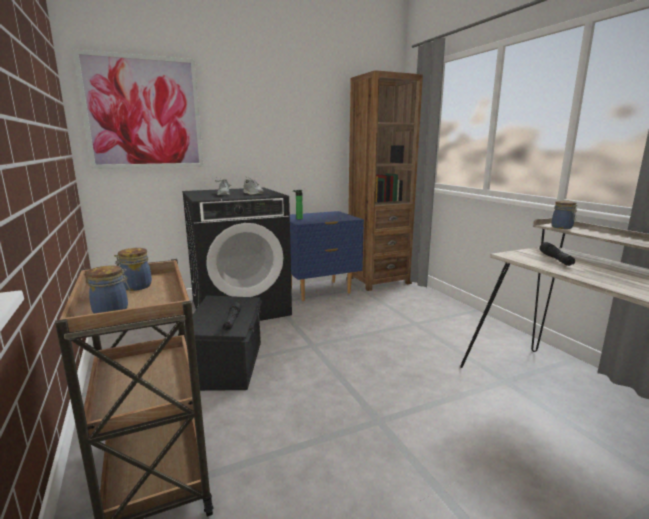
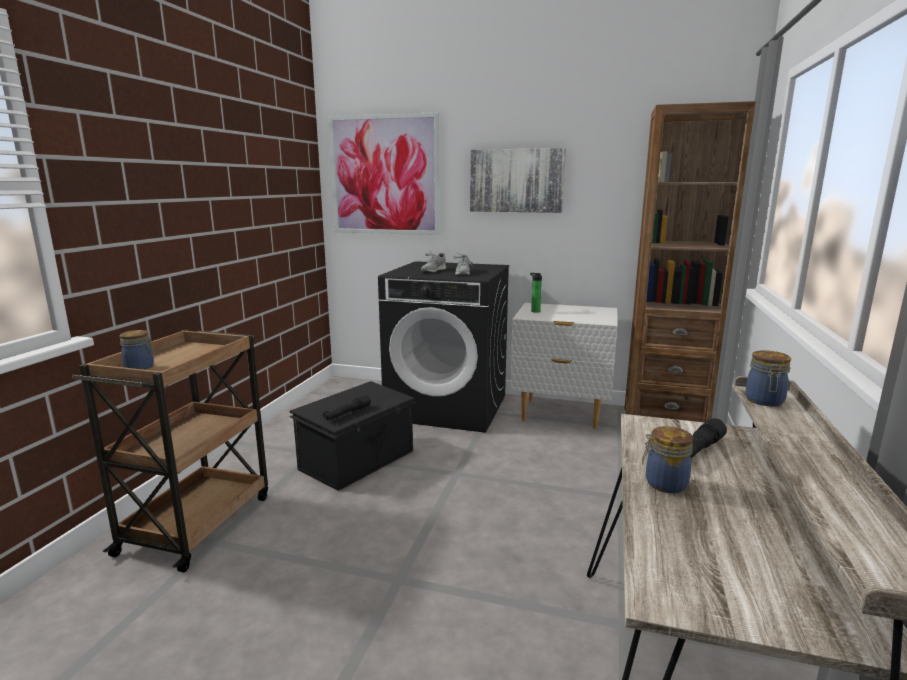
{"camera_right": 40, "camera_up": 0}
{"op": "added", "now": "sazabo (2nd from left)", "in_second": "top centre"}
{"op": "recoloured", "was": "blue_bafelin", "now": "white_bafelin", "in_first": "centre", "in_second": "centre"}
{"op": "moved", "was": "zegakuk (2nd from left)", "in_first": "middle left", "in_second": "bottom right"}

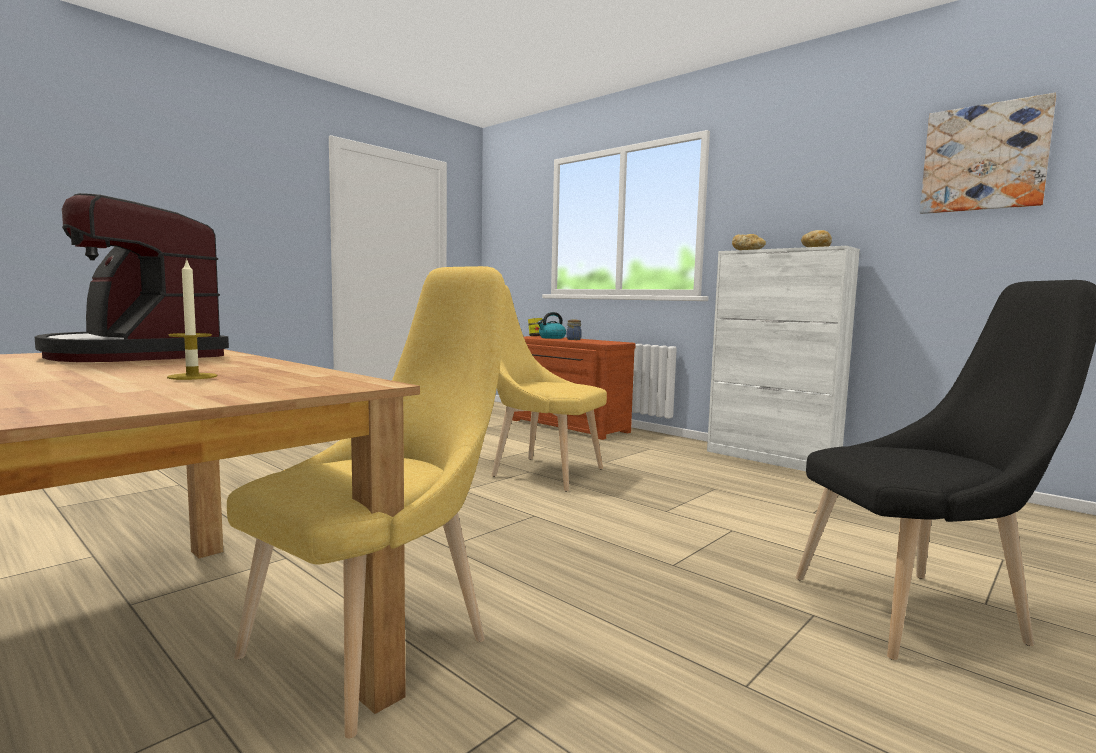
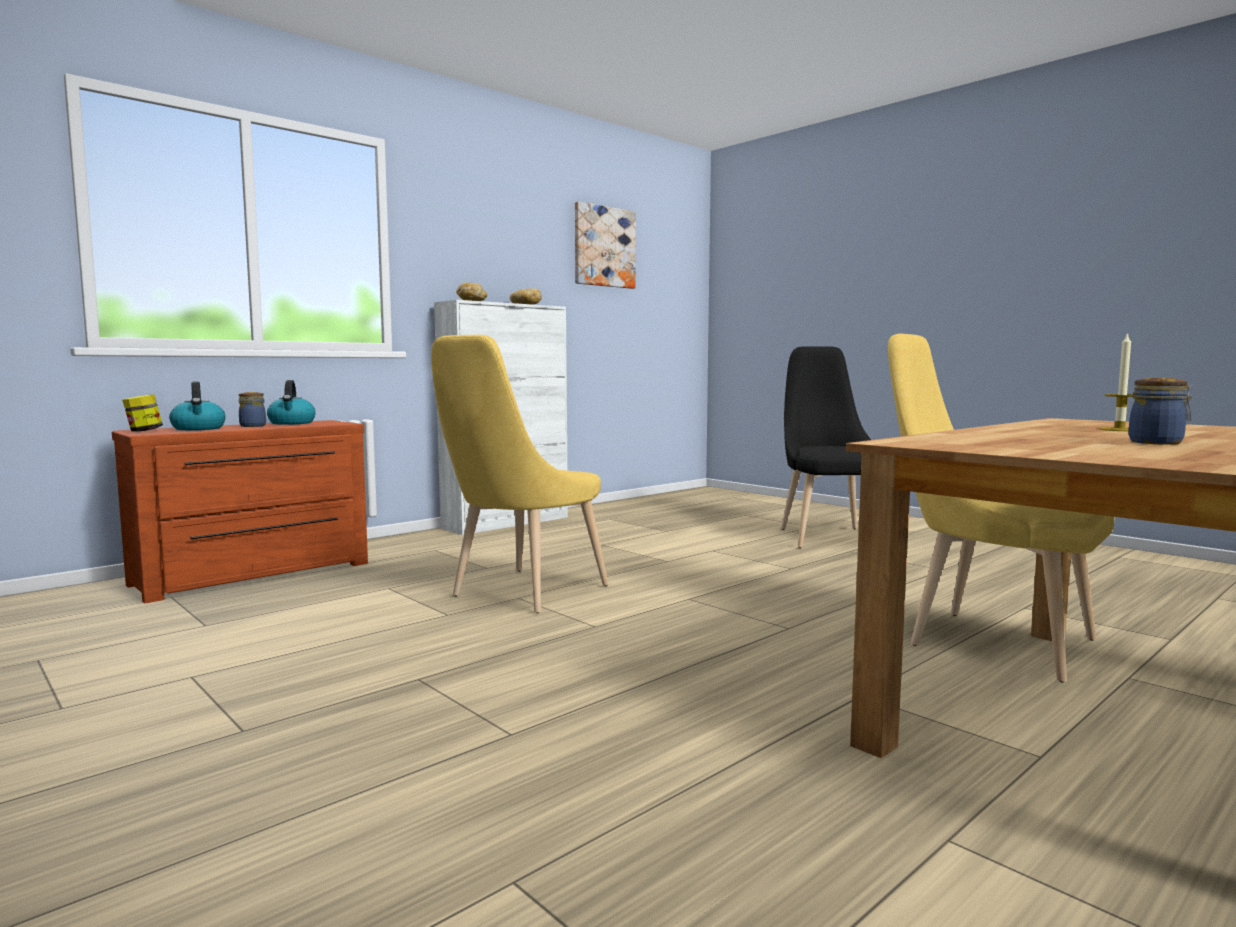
{"camera_right": -85, "camera_up": 0}
{"op": "added", "now": "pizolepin (2nd from left)", "in_second": "middle left"}
{"op": "added", "now": "zegakuk (3rd from left)", "in_second": "middle right"}
{"op": "removed", "was": "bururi", "in_first": "middle left"}

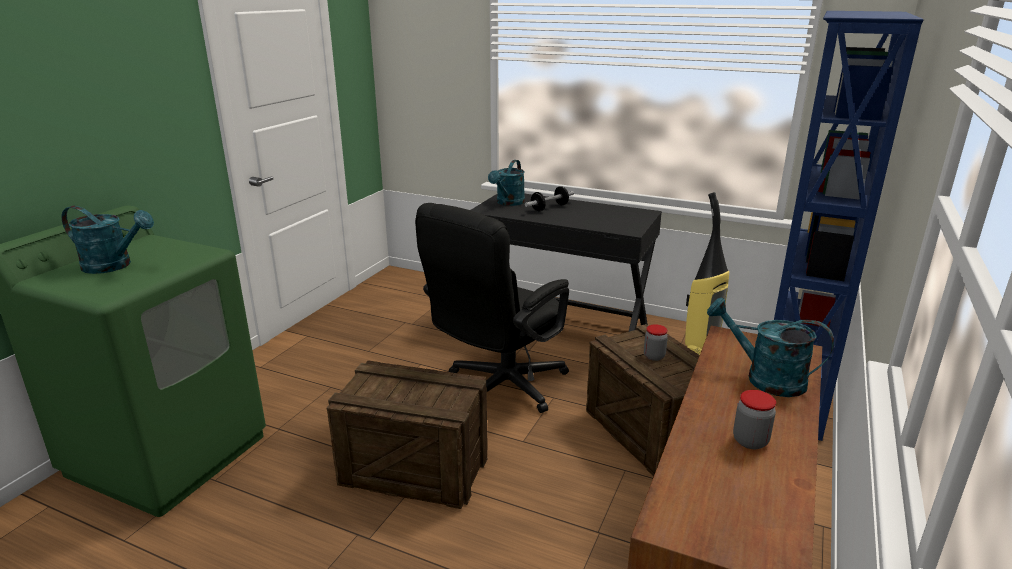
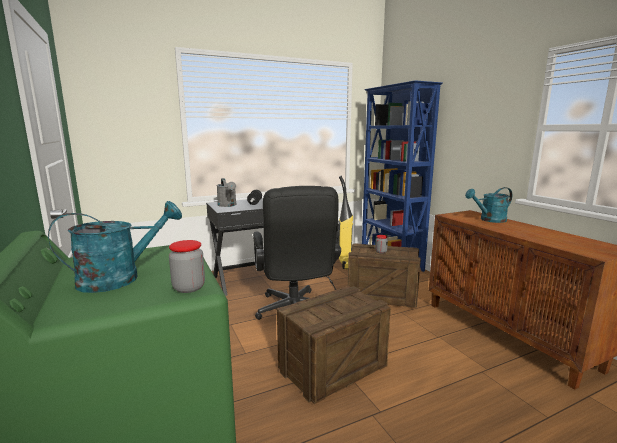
{"camera_right": -50, "camera_up": -10}
{"op": "moved", "was": "zegakuk (2nd from left in the first image)", "now": "zegakuk (1st from left)", "in_first": "bottom right", "in_second": "middle left"}
{"op": "recoloured", "was": "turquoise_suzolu (2nd from left)", "now": "grey_suzolu", "in_first": "top centre", "in_second": "centre"}

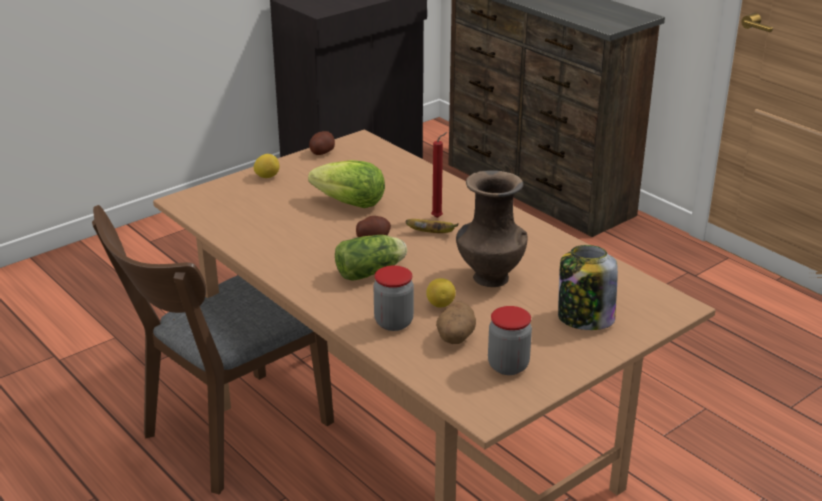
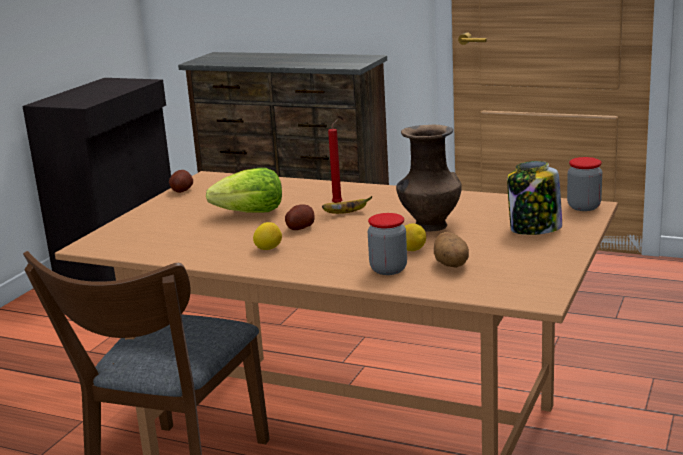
{"camera_right": -25, "camera_up": -10}
{"op": "moved", "was": "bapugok (1st from left)", "in_first": "top left", "in_second": "centre"}
{"op": "moved", "was": "zegakuk (2nd from left in the first image)", "now": "zegakuk (3rd from left)", "in_first": "bottom centre", "in_second": "middle right"}
{"op": "removed", "was": "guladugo (2nd from left)", "in_first": "centre"}

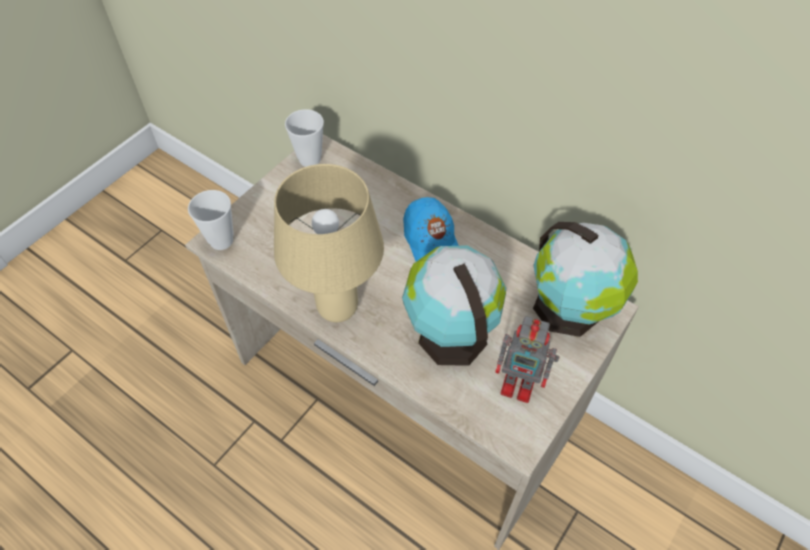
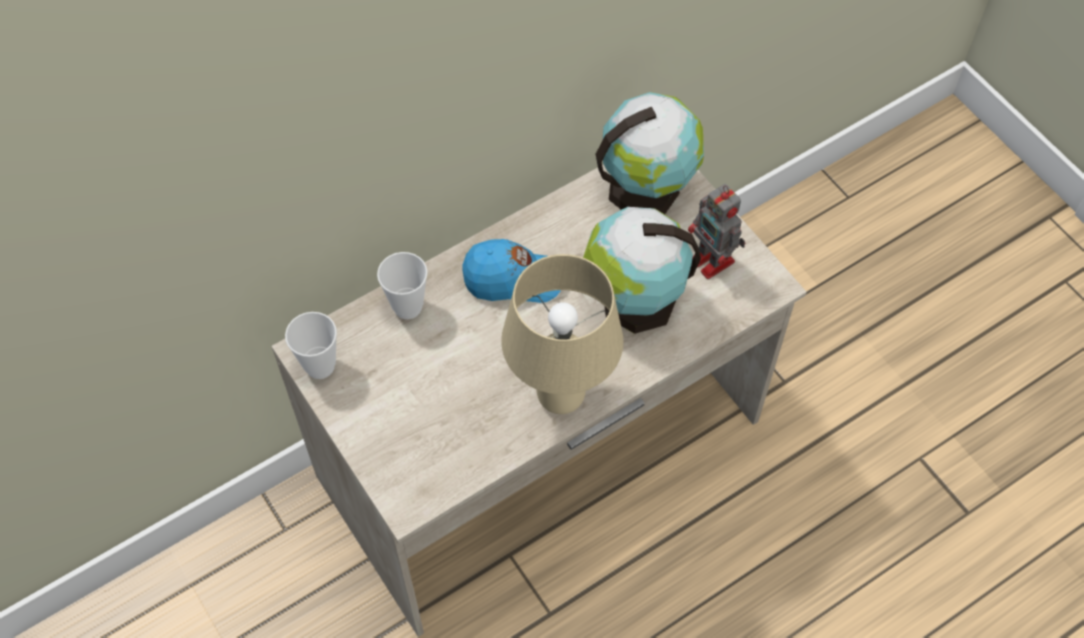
{"camera_right": -70, "camera_up": 5}
{"op": "moved", "was": "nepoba (1st from left in the first image)", "now": "nepoba (2nd from left)", "in_first": "middle left", "in_second": "centre"}
{"op": "turned", "was": "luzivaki", "in_first": "centre", "in_second": "centre", "clockwise": 105}

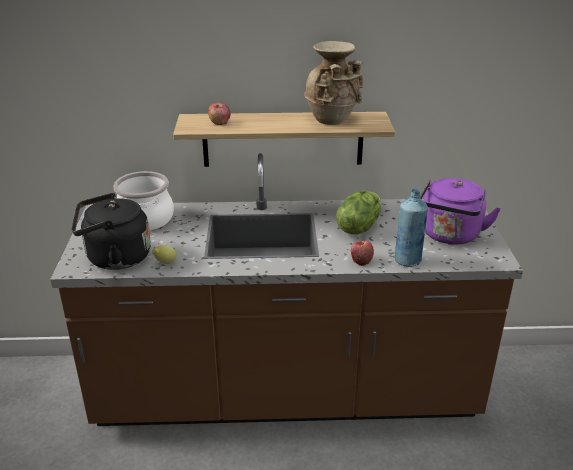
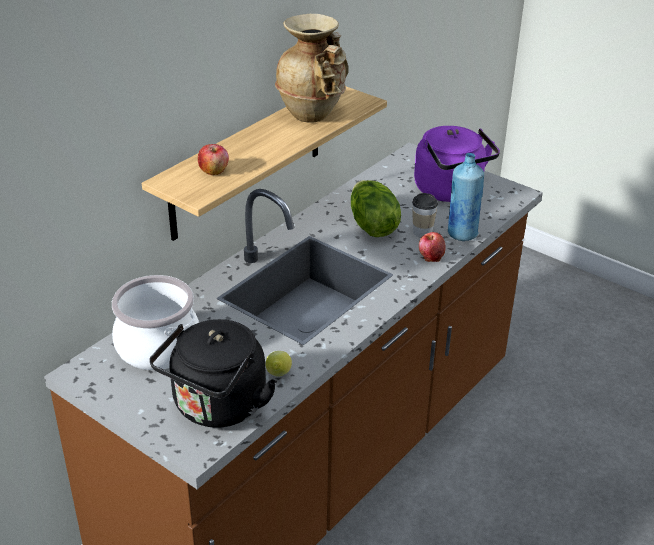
{"camera_right": -50, "camera_up": 5}
{"op": "added", "now": "nepoba", "in_second": "centre"}

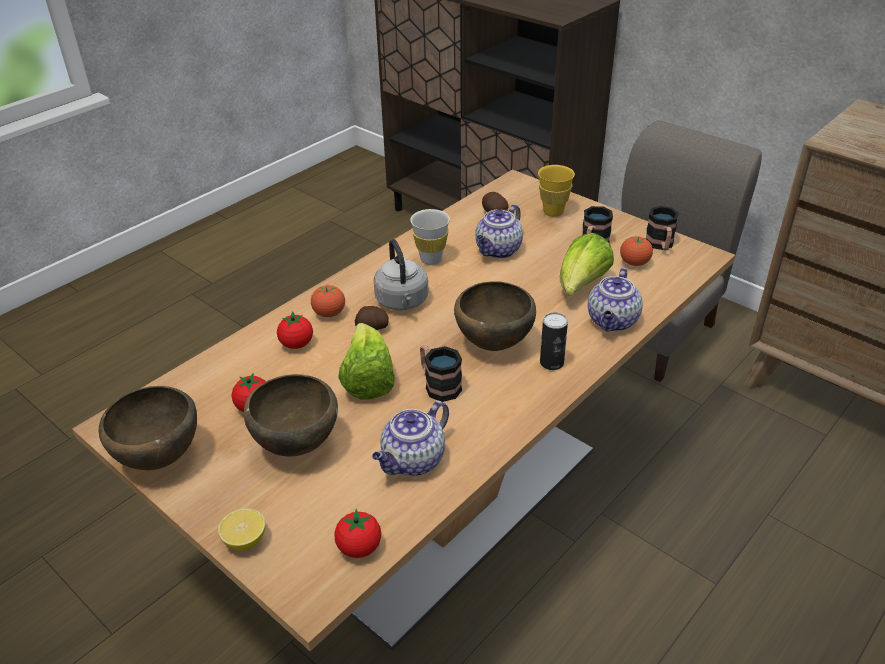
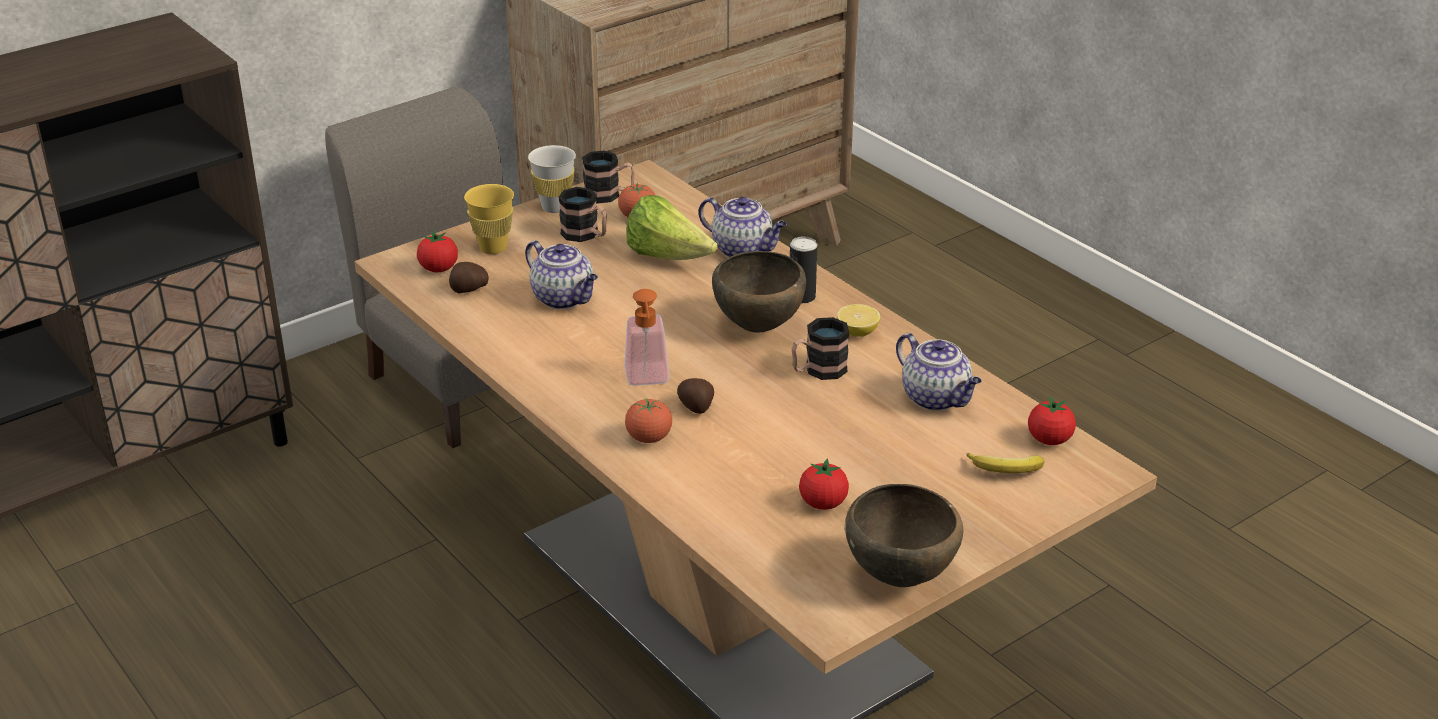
{"camera_right": -80, "camera_up": -5}
{"op": "moved", "was": "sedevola (2nd from left in the first image)", "now": "sedevola (1st from left)", "in_first": "centre", "in_second": "middle left"}
{"op": "moved", "was": "white_nepoba", "in_first": "centre", "in_second": "top centre"}
{"op": "replaced", "was": "grey_pizolepin", "now": "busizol", "in_first": "centre", "in_second": "centre"}
{"op": "moved", "was": "bapugok", "in_first": "bottom left", "in_second": "centre"}
{"op": "added", "now": "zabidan", "in_second": "middle right"}
{"op": "removed", "was": "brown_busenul (2nd from left)", "in_first": "middle left"}
{"op": "removed", "was": "guladugo (1st from left)", "in_first": "centre"}

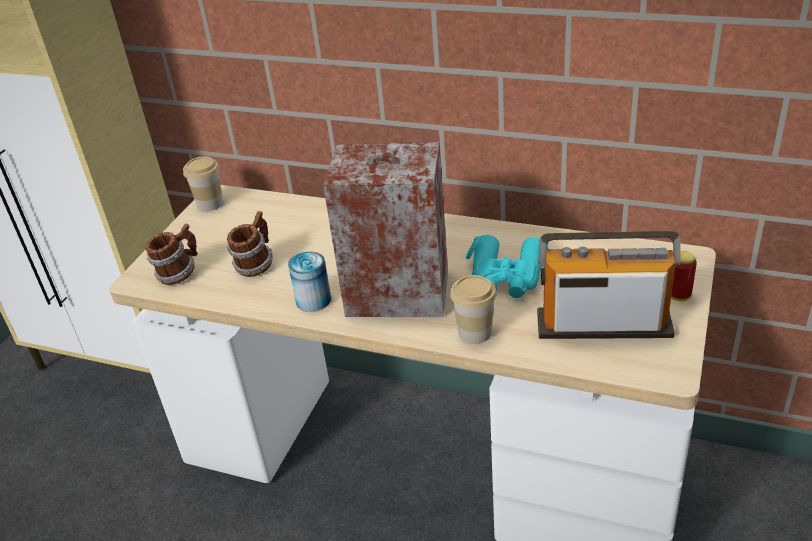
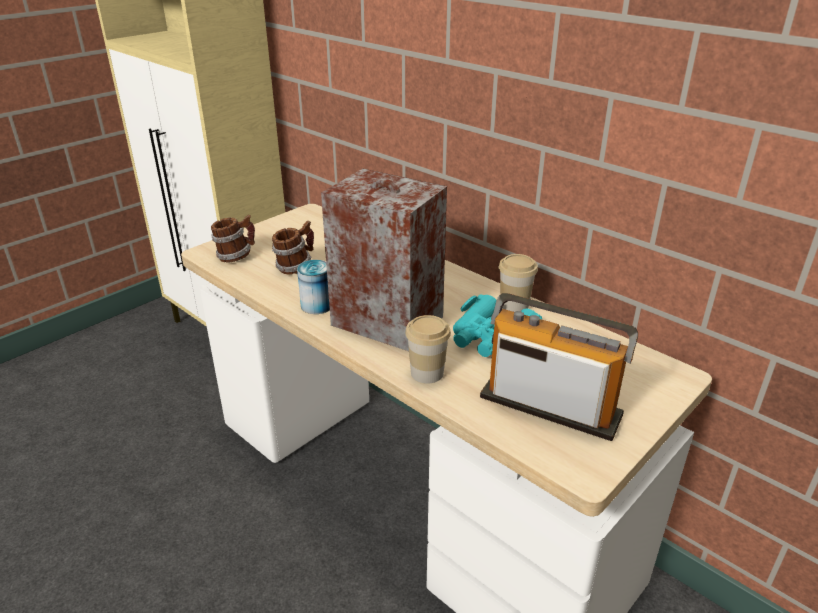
{"camera_right": 20, "camera_up": -5}
{"op": "moved", "was": "nepoba (1st from left in the first image)", "now": "nepoba (2nd from left)", "in_first": "middle left", "in_second": "centre"}
{"op": "removed", "was": "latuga (2nd from left)", "in_first": "middle right"}

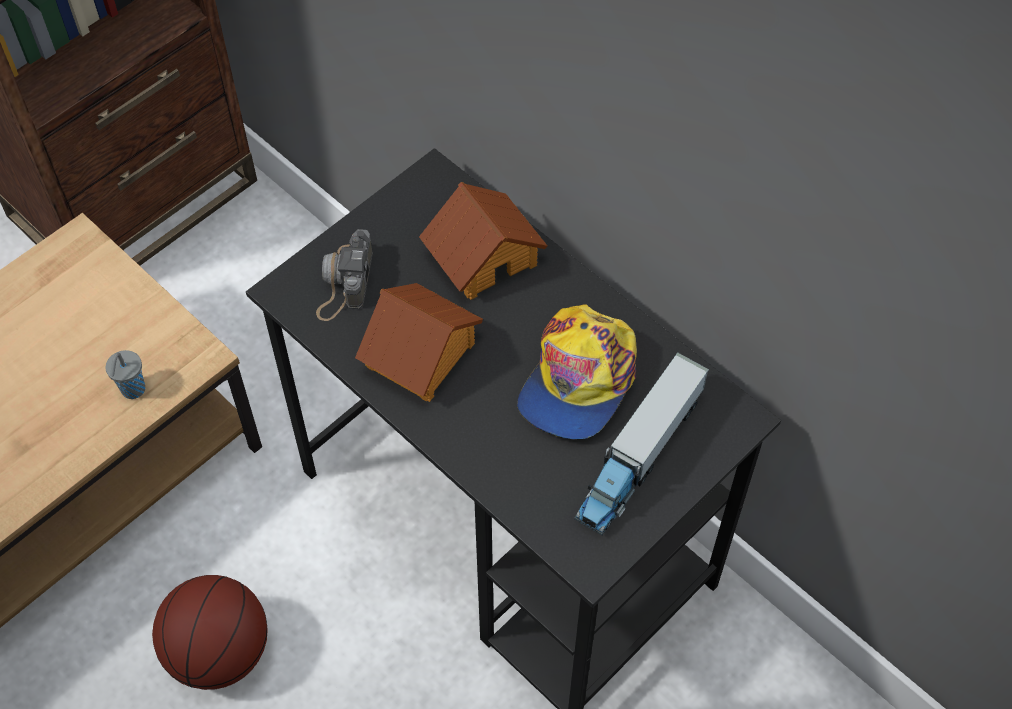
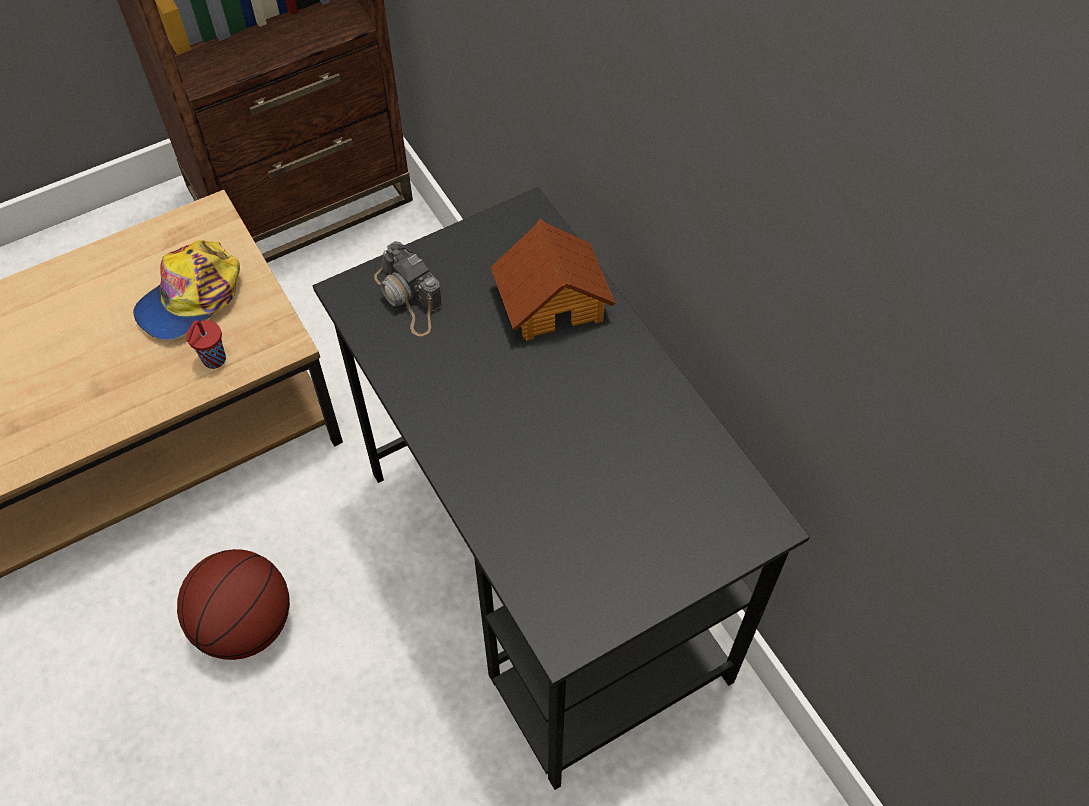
{"camera_right": 15, "camera_up": 0}
{"op": "moved", "was": "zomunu", "in_first": "centre", "in_second": "middle left"}
{"op": "recoloured", "was": "grey_nepoba", "now": "red_nepoba", "in_first": "middle left", "in_second": "middle left"}
{"op": "turned", "was": "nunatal", "in_first": "centre", "in_second": "centre", "clockwise": -60}
{"op": "removed", "was": "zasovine (1st from left)", "in_first": "centre"}
{"op": "removed", "was": "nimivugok", "in_first": "centre"}

